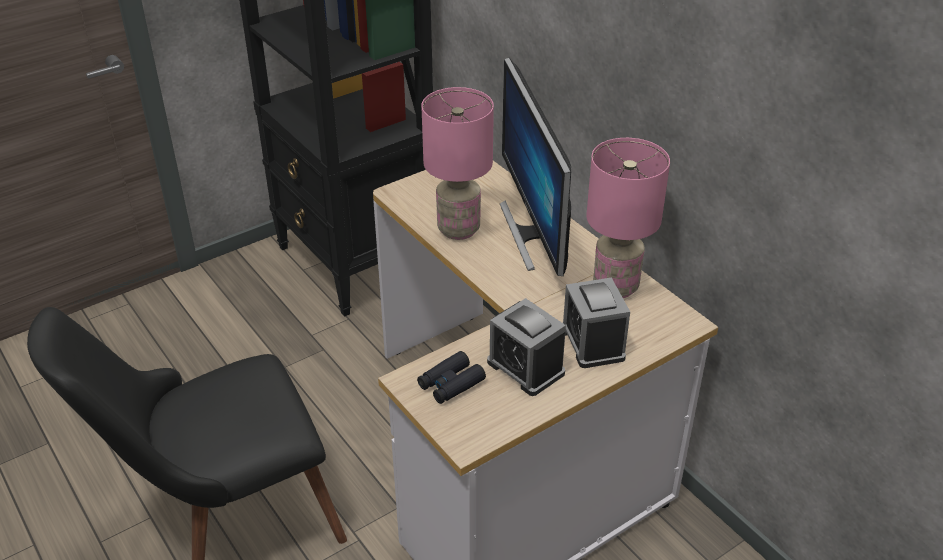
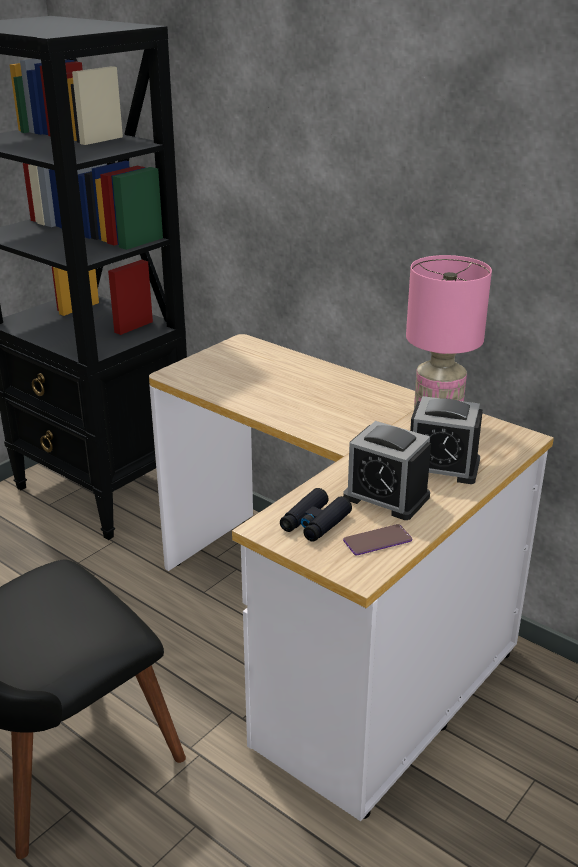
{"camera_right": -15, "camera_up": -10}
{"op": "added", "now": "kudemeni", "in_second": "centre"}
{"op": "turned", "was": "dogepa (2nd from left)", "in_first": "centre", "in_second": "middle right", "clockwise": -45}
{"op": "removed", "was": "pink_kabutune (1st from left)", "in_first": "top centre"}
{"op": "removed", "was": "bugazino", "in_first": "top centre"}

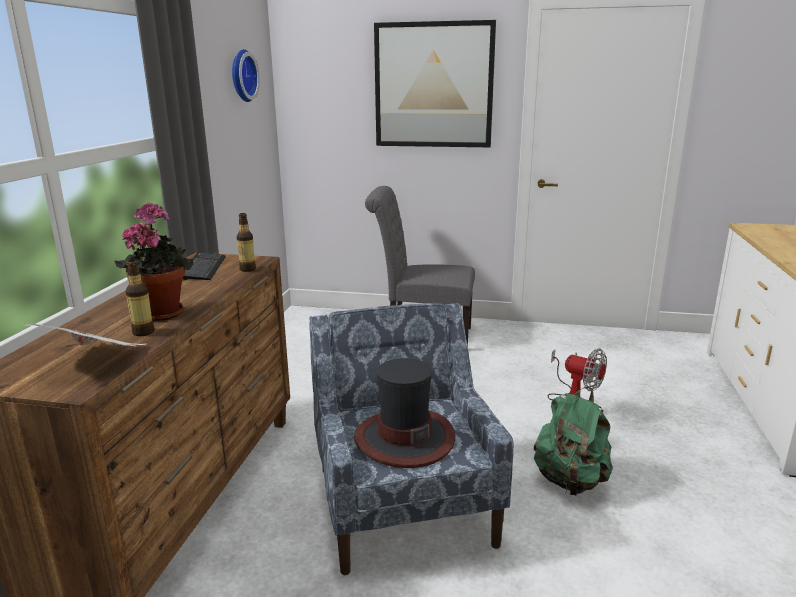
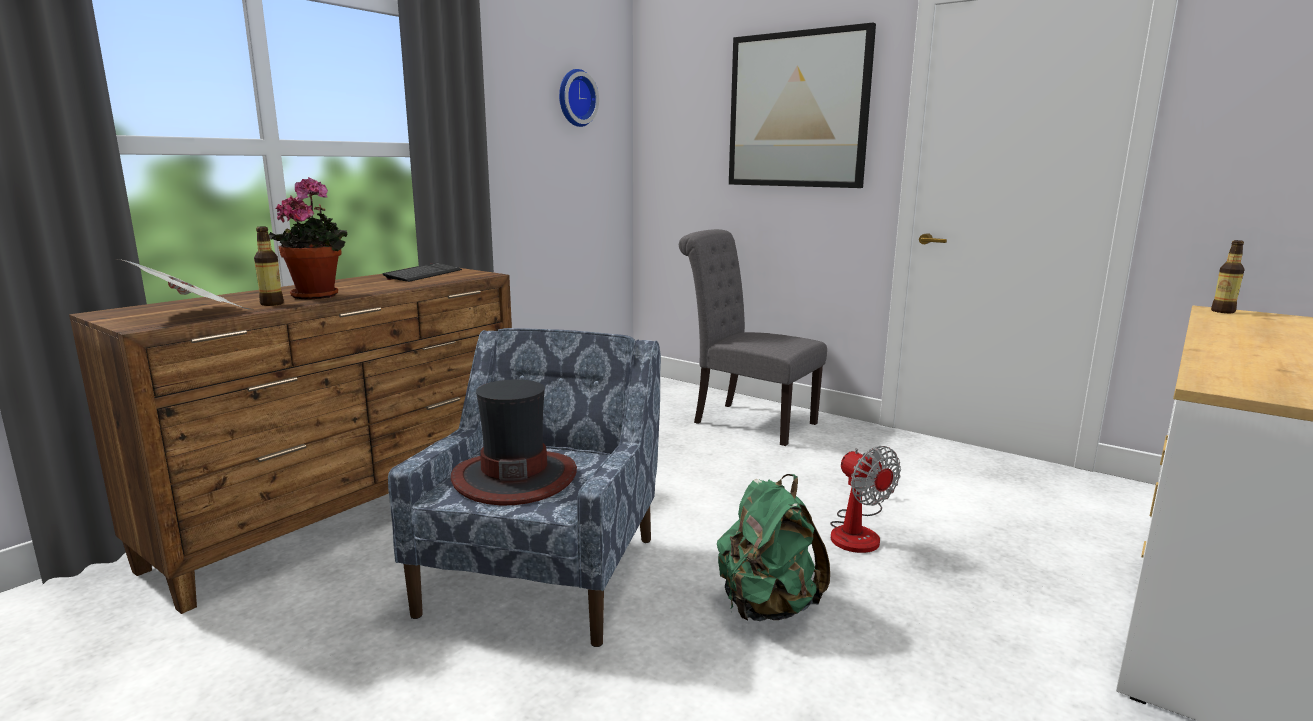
{"camera_right": 25, "camera_up": -5}
{"op": "moved", "was": "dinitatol (2nd from left)", "in_first": "middle left", "in_second": "middle right"}

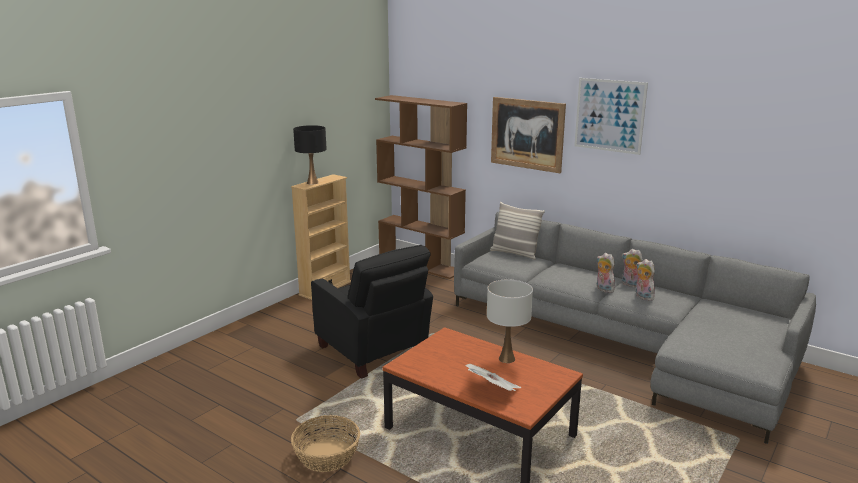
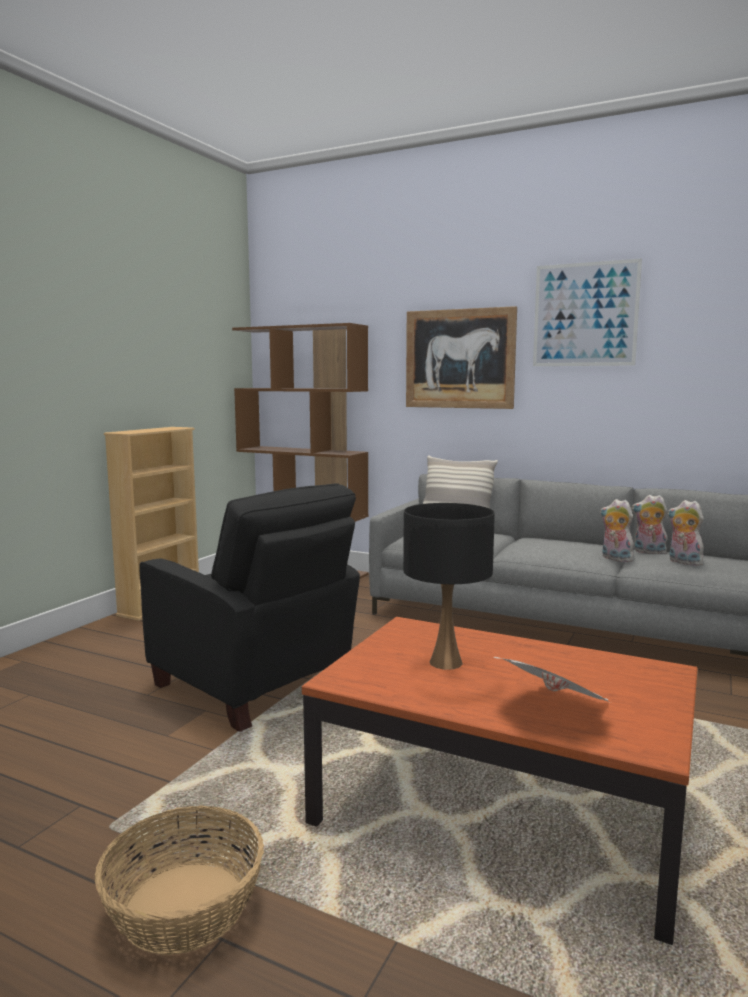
{"camera_right": -10, "camera_up": -10}
{"op": "moved", "was": "black_kabutune", "in_first": "top centre", "in_second": "centre"}
{"op": "removed", "was": "white_kabutune", "in_first": "centre"}

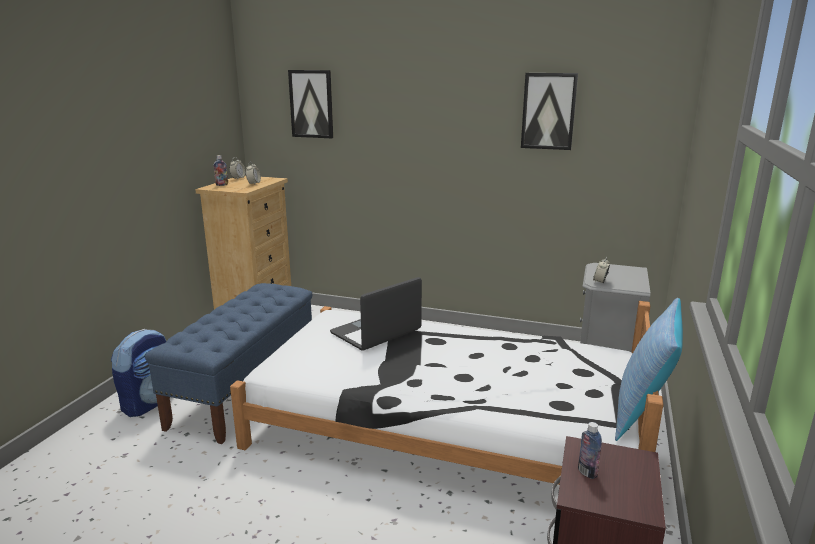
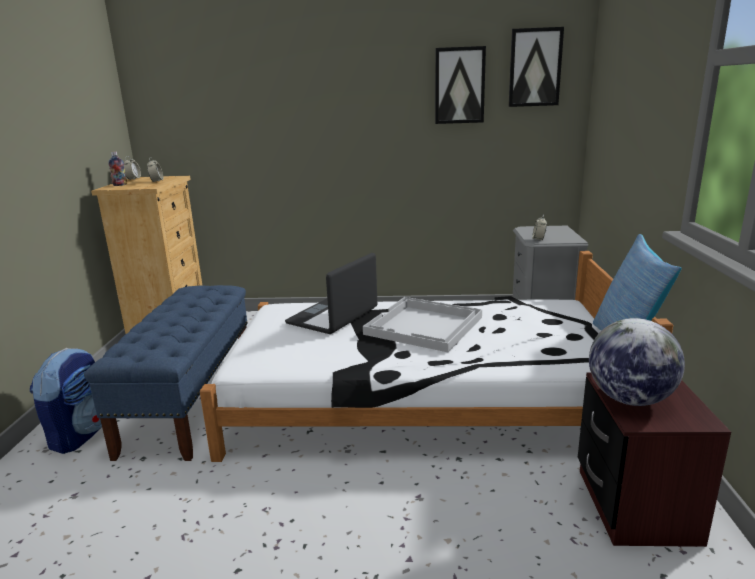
{"camera_right": -15, "camera_up": 0}
{"op": "added", "now": "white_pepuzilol", "in_second": "centre"}
{"op": "moved", "was": "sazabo (1st from left in the first image)", "now": "sazabo (2nd from left)", "in_first": "top centre", "in_second": "top right"}
{"op": "replaced", "was": "dinitatol (2nd from left)", "now": "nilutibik", "in_first": "bottom right", "in_second": "middle right"}

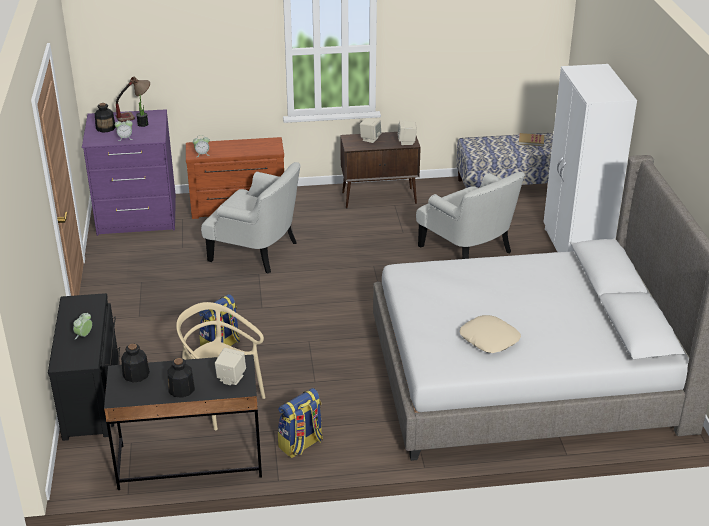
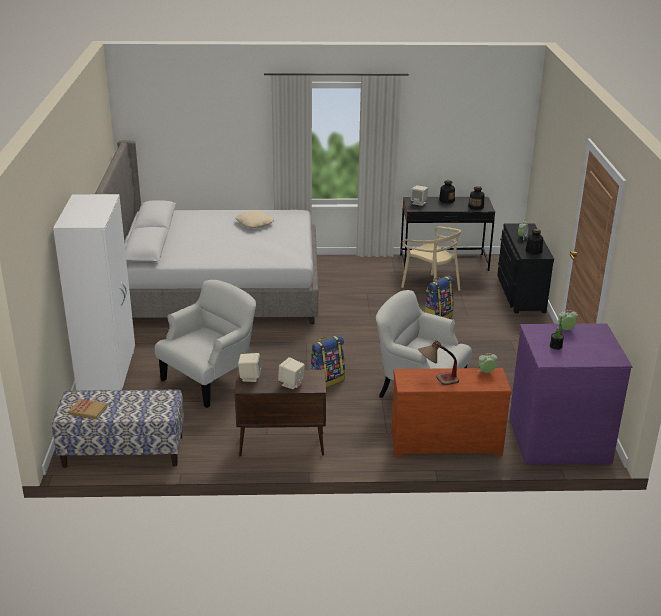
{"camera_right": -175, "camera_up": -5}
{"op": "turned", "was": "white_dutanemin (2nd from left in the first image)", "in_first": "centre", "in_second": "middle left", "clockwise": 75}
{"op": "moved", "was": "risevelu (2nd from left in the first image)", "now": "risevelu (1st from left)", "in_first": "bottom centre", "in_second": "centre"}
{"op": "moved", "was": "kabutune", "in_first": "top left", "in_second": "centre"}
{"op": "moved", "was": "dinitatol (1st from left in the first image)", "now": "dinitatol (3rd from left)", "in_first": "top left", "in_second": "middle right"}

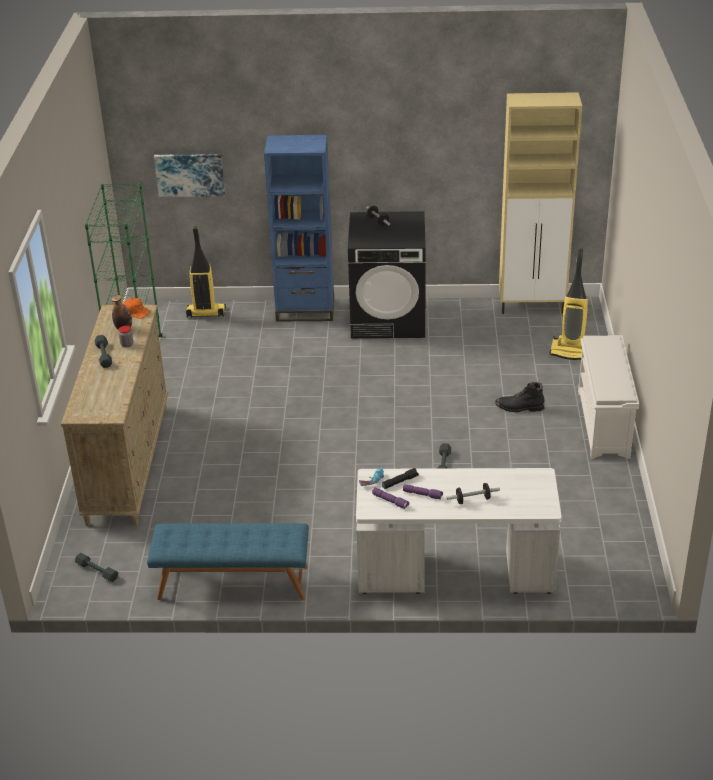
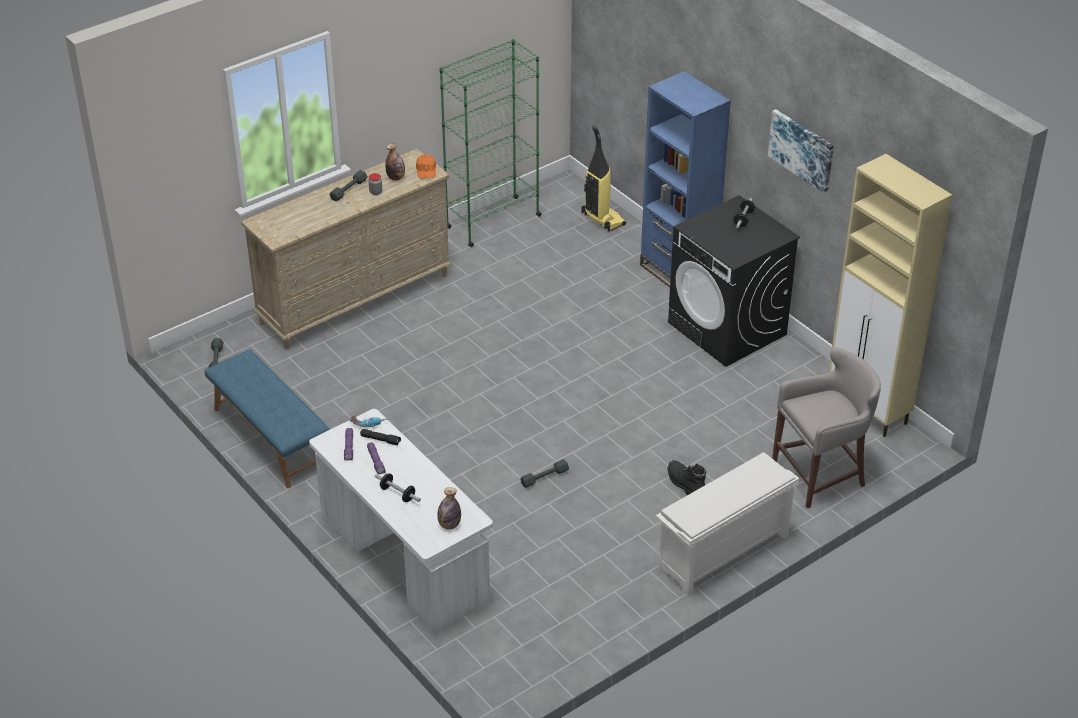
{"camera_right": 50, "camera_up": 5}
{"op": "added", "now": "dinitatol (2nd from left)", "in_second": "bottom centre"}
{"op": "moved", "was": "sazabo", "in_first": "top left", "in_second": "top right"}
{"op": "replaced", "was": "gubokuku (2nd from left)", "now": "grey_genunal", "in_first": "middle right", "in_second": "middle right"}

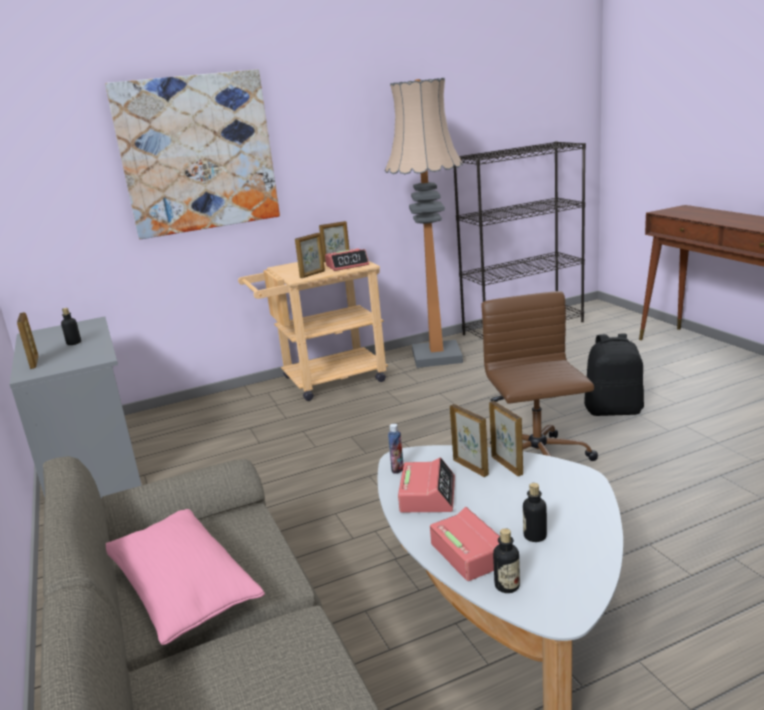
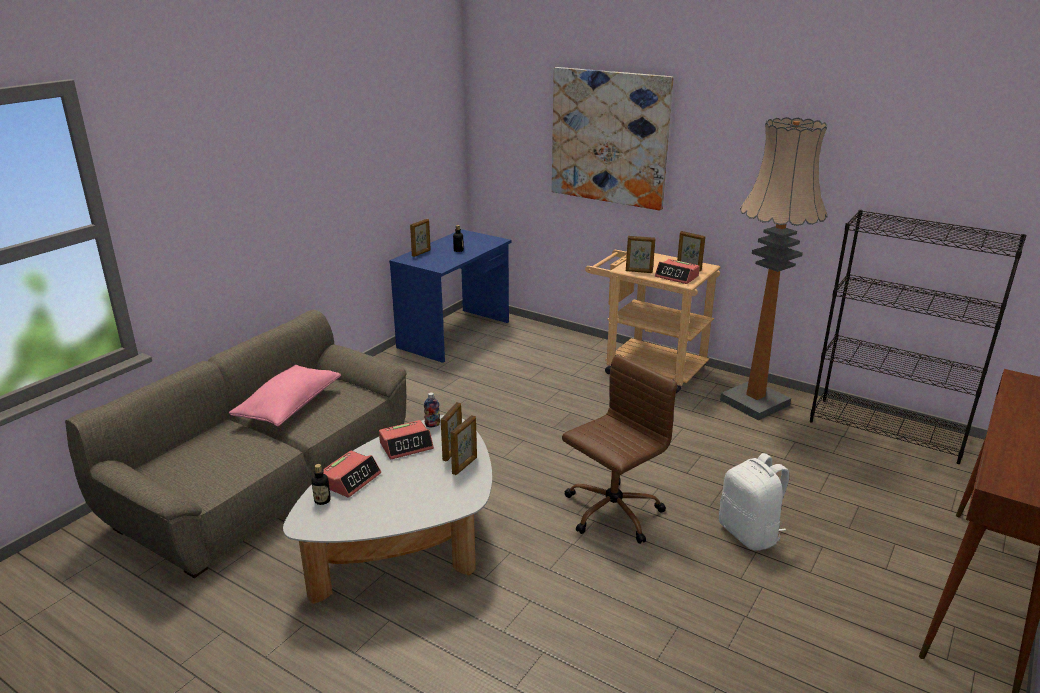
{"camera_right": 55, "camera_up": 5}
{"op": "recoloured", "was": "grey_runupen", "now": "blue_runupen", "in_first": "middle left", "in_second": "centre"}
{"op": "recoloured", "was": "black_risevelu", "now": "white_risevelu", "in_first": "middle right", "in_second": "bottom right"}
{"op": "removed", "was": "dinitatol (4th from left)", "in_first": "bottom right"}

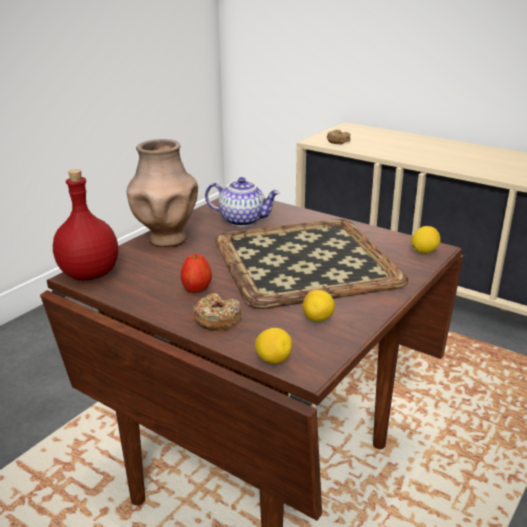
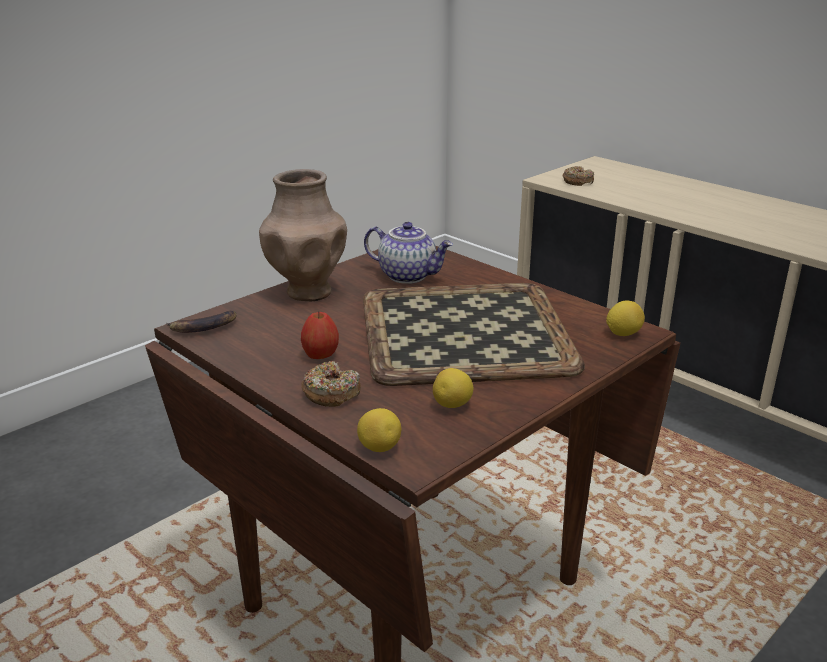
{"camera_right": 10, "camera_up": 0}
{"op": "replaced", "was": "red_dinitatol", "now": "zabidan", "in_first": "middle left", "in_second": "middle left"}

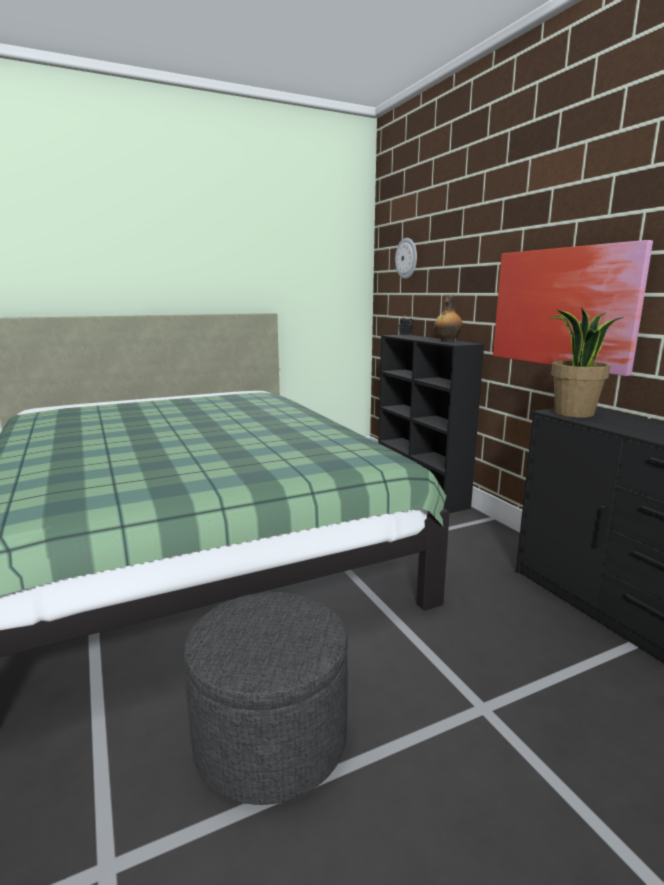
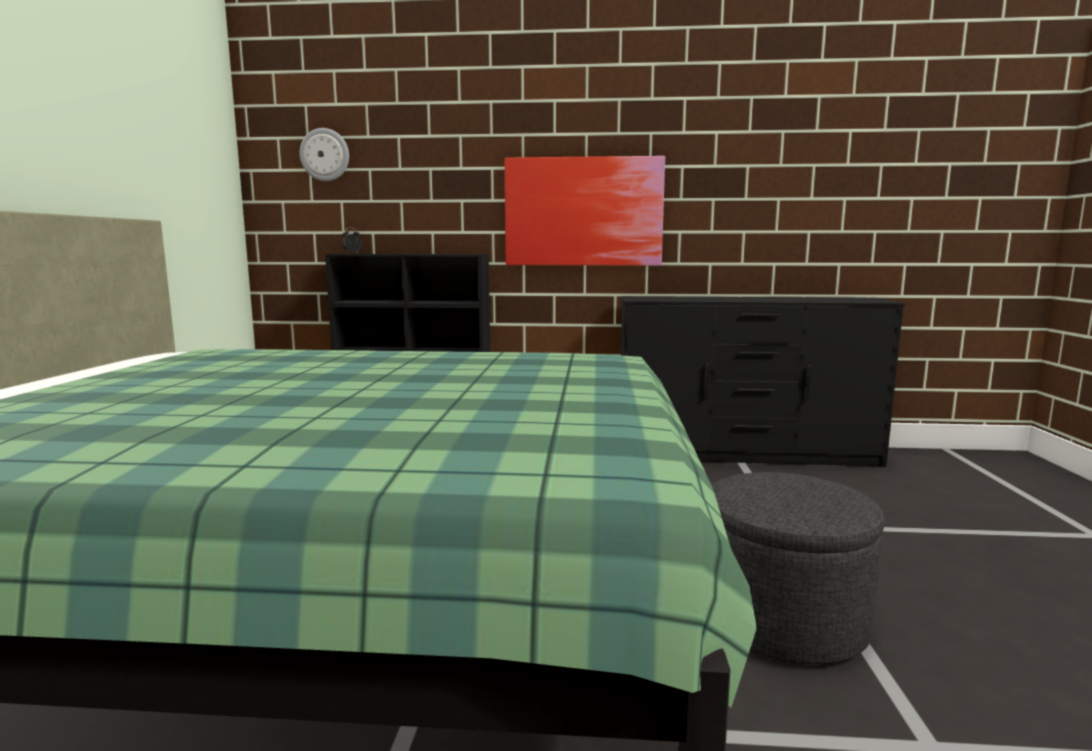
{"camera_right": -60, "camera_up": -5}
{"op": "removed", "was": "dinitatol", "in_first": "middle right"}
{"op": "removed", "was": "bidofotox", "in_first": "middle right"}

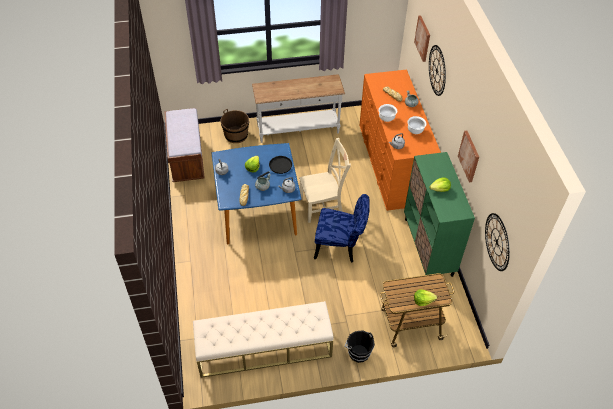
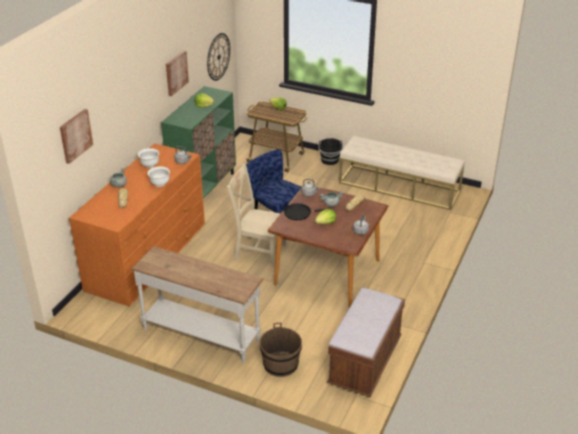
{"camera_right": -145, "camera_up": -15}
{"op": "recoloured", "was": "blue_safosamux", "now": "brown_safosamux", "in_first": "centre", "in_second": "centre"}
{"op": "removed", "was": "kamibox (1st from left)", "in_first": "top right"}

